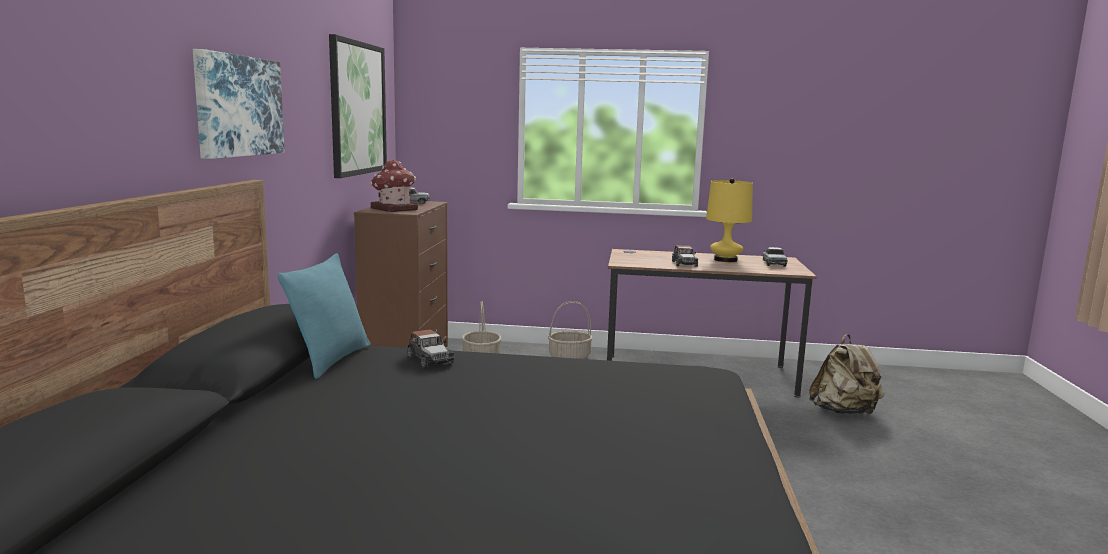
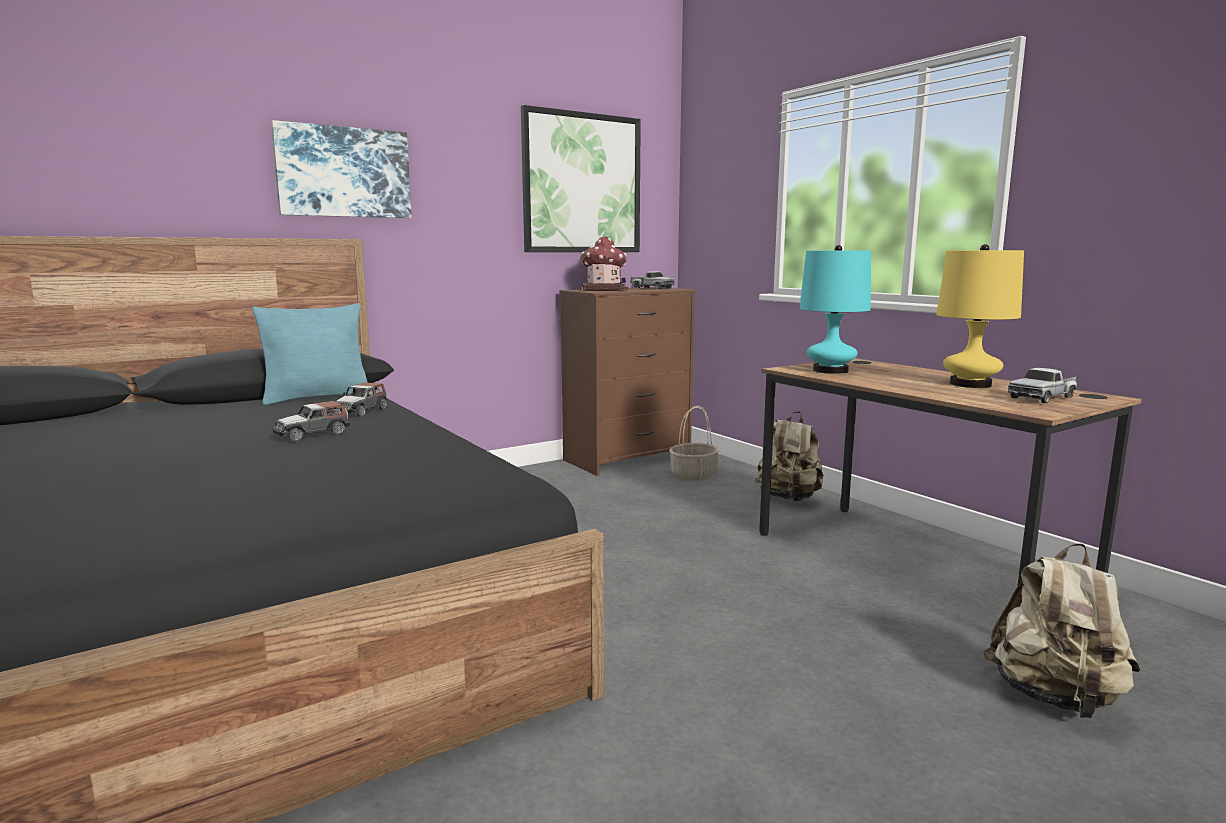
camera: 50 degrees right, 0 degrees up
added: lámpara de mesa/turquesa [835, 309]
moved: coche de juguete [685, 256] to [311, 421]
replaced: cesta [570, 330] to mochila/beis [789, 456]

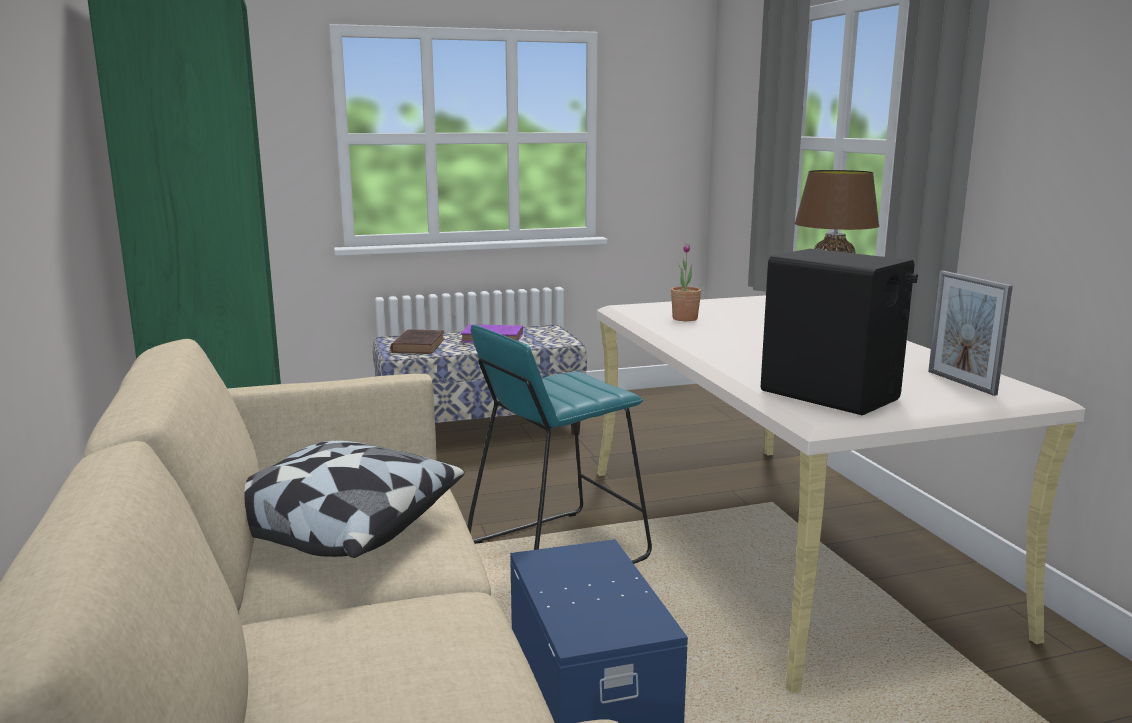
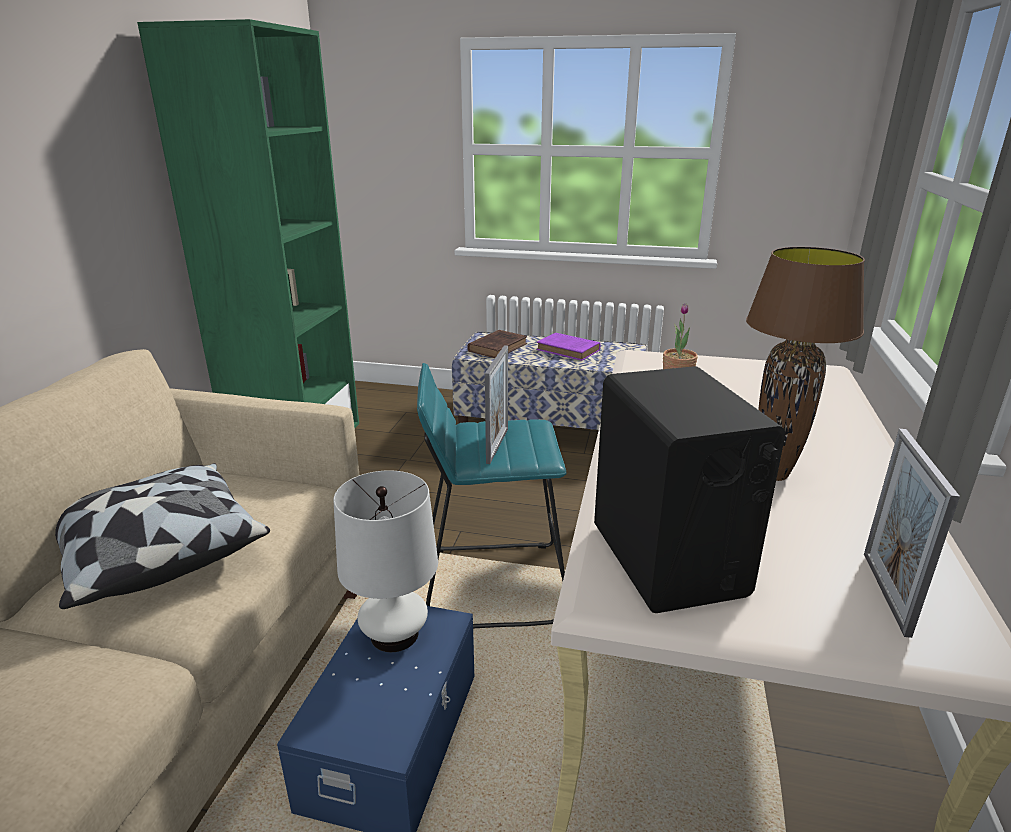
camera: 30 degrees right, 10 degrees up
added: lámpara de mesa/blanco [385, 561]; portarretratos [496, 404]

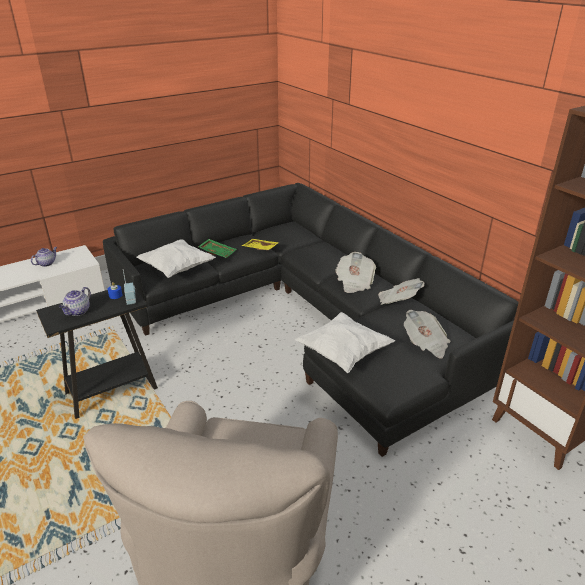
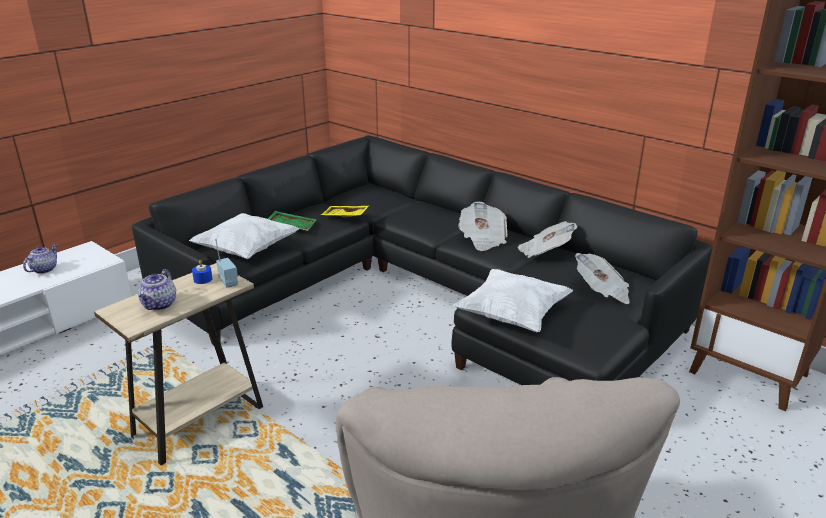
camera: 15 degrees left, 5 degrees down
recoloured: mesa auxiliar/negro [97, 352] to mesa auxiliar/beis [178, 364]

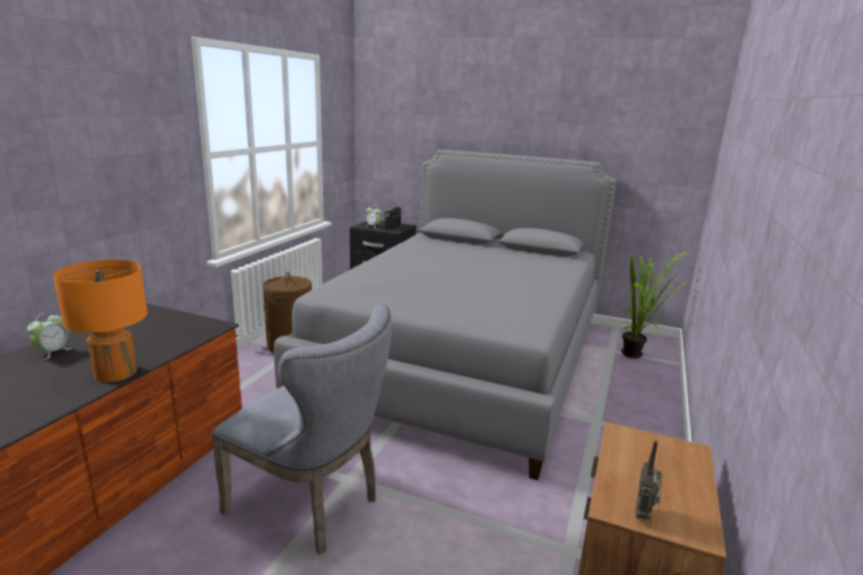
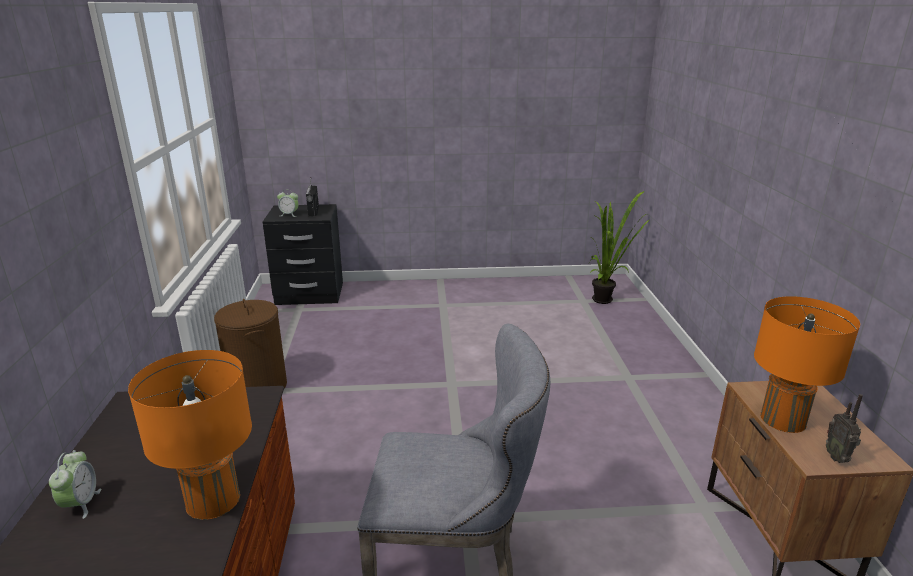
camera: 25 degrees left, 5 degrees up
removed: cama/gris [445, 315]
added: lámpara de mesa/naranja [807, 364]

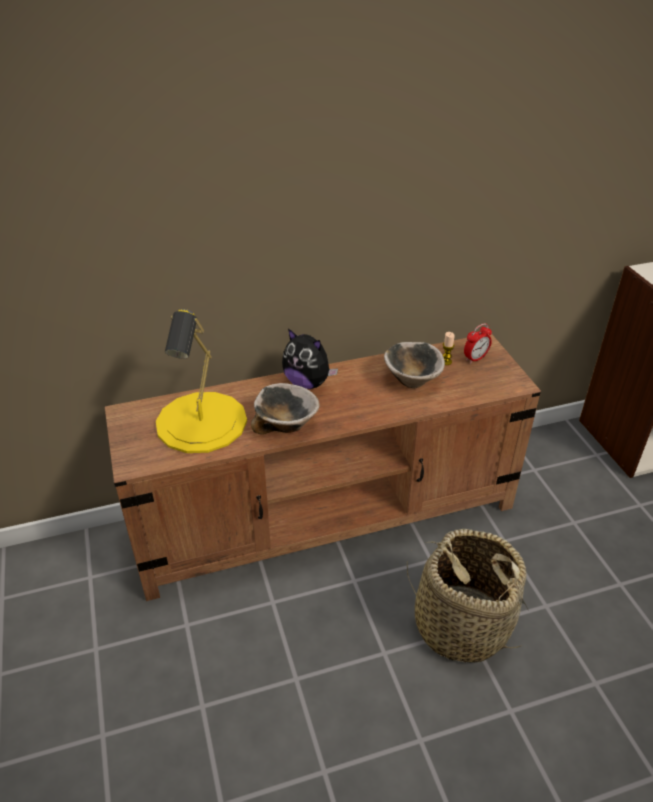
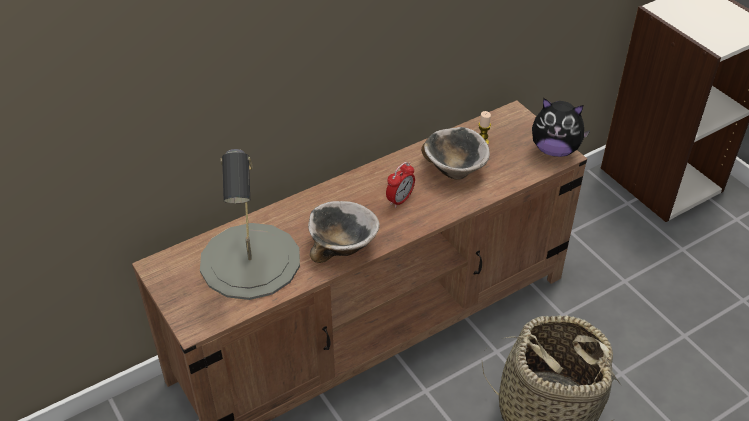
camera: 15 degrees left, 5 degrees up
moved: despertador [478, 343] to [400, 185]; peluche [310, 359] to [561, 127]
recoloured: lámpara de mesa/amarillo [201, 381] to lámpara de mesa/gris [250, 224]

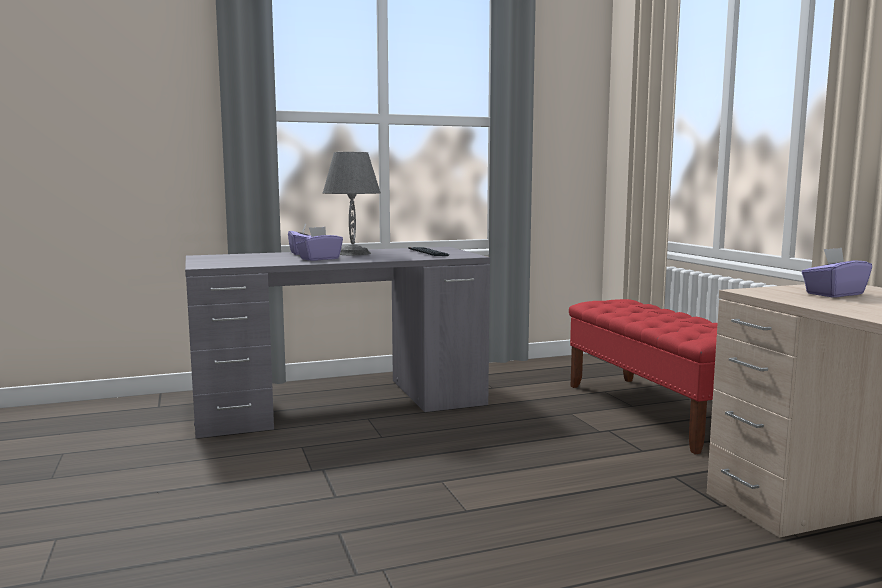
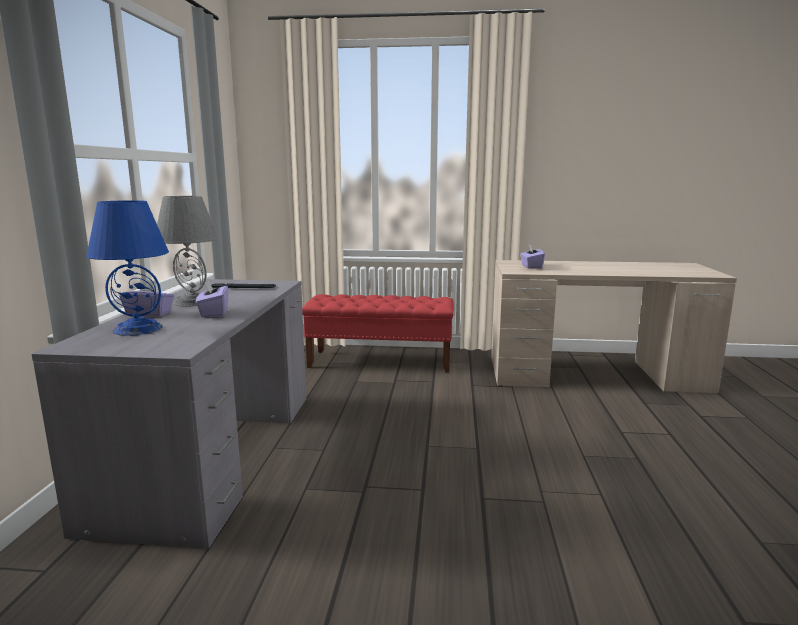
camera: 65 degrees left, 5 degrees up
added: lámpara de mesa/azul [127, 268]

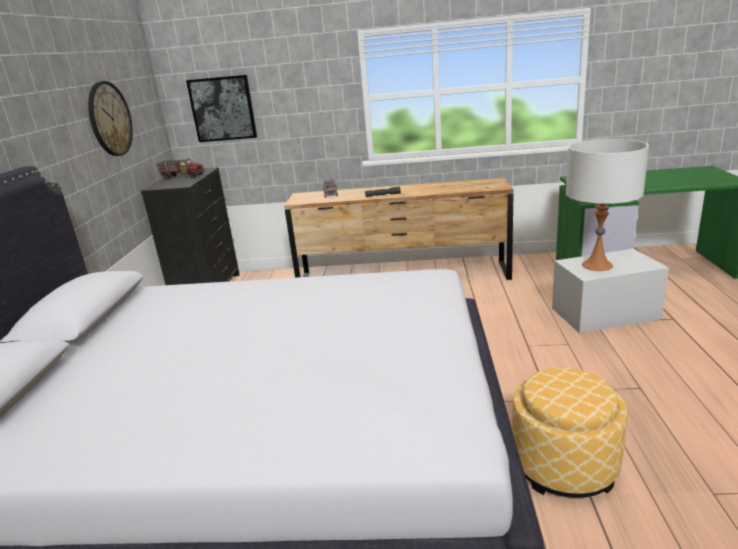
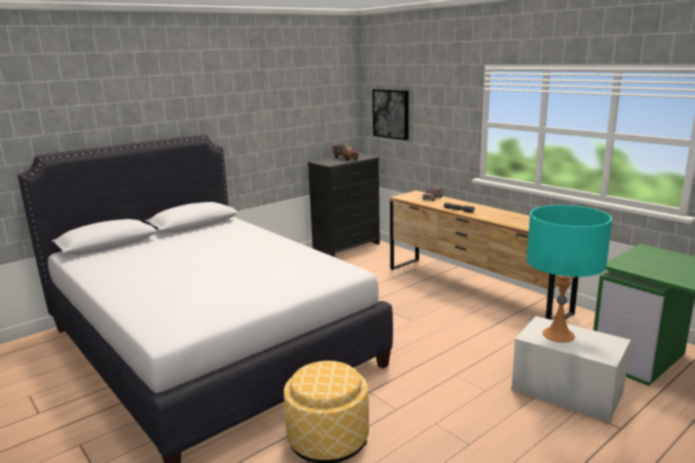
camera: 45 degrees right, 5 degrees down
removed: reloj de pared [110, 118]
recoloured: lámpara de mesa/blanco [607, 205] to lámpara de mesa/turquesa [569, 274]

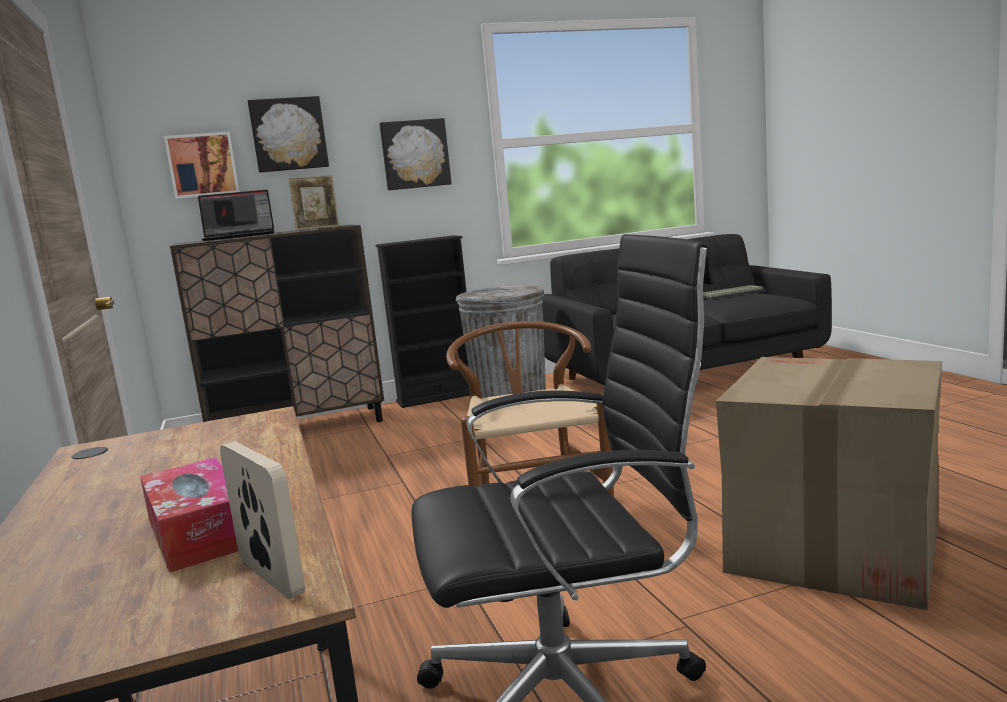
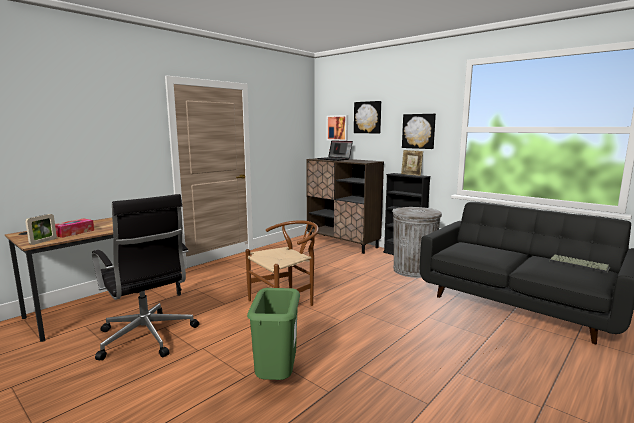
camera: 60 degrees right, 0 degrees up
moved: portarretratos [313, 203] to [412, 163]
replaced: caja de cartón [829, 483] to papelera/verde [273, 334]

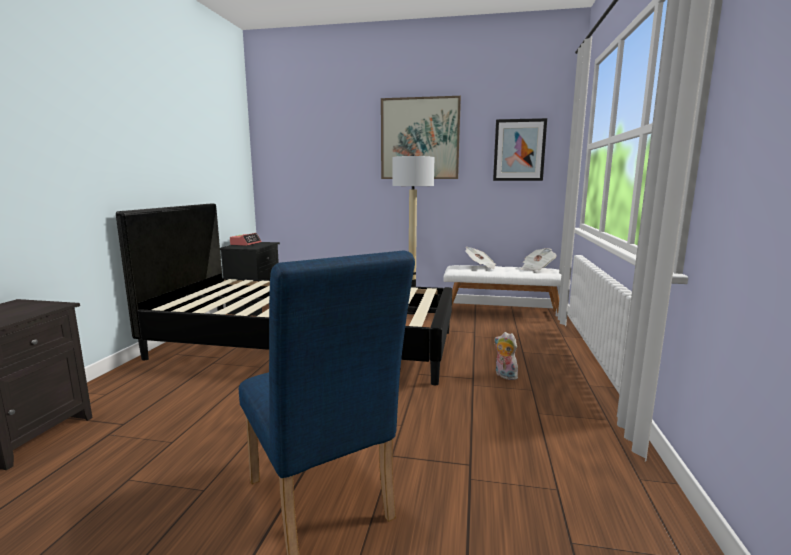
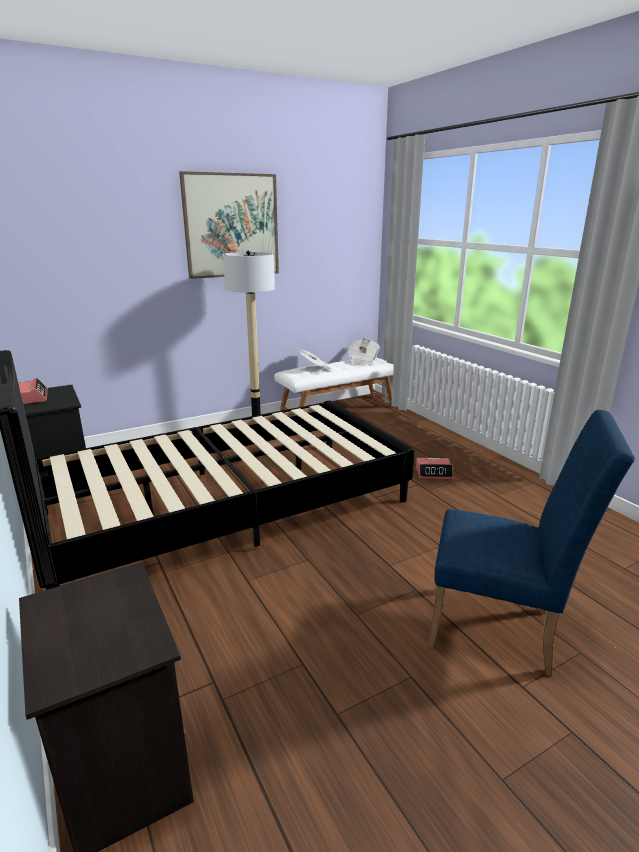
camera: 40 degrees left, 10 degrees up
removed: cuadro [520, 149]
replaced: peluche [506, 356] to despertador [434, 468]

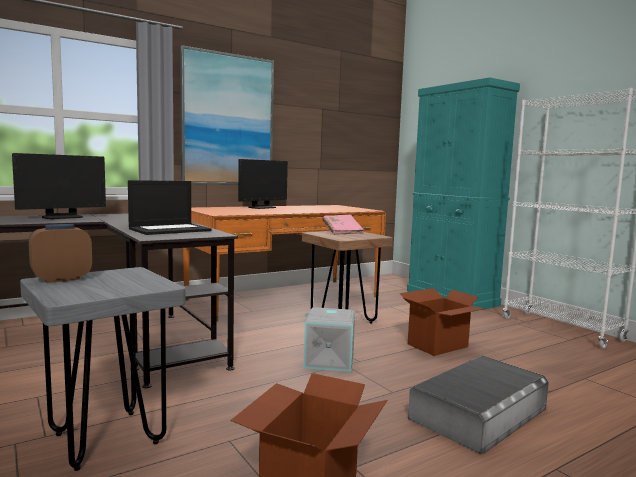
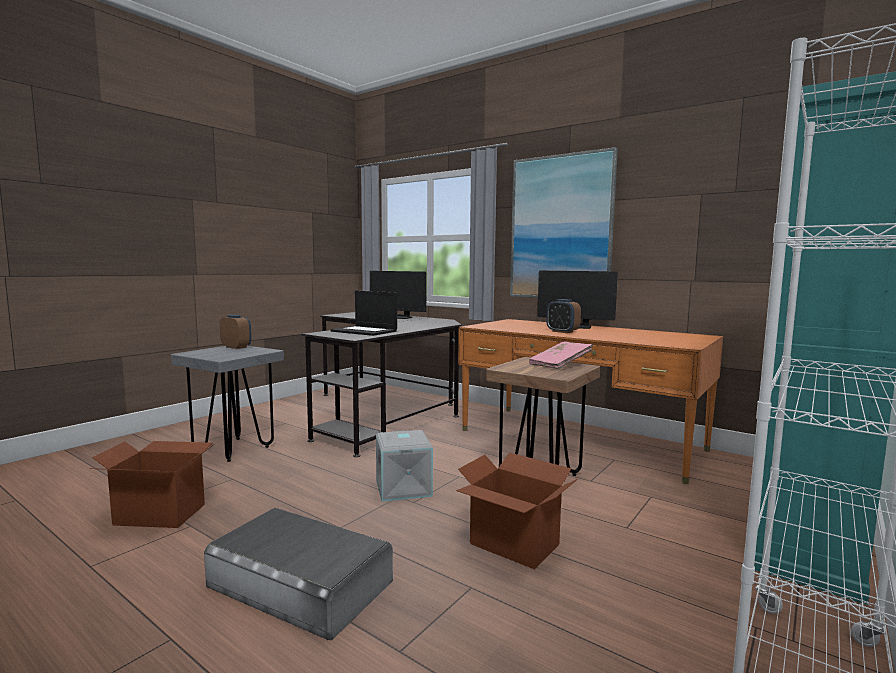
camera: 70 degrees right, 0 degrees up
added: despertador [563, 316]

